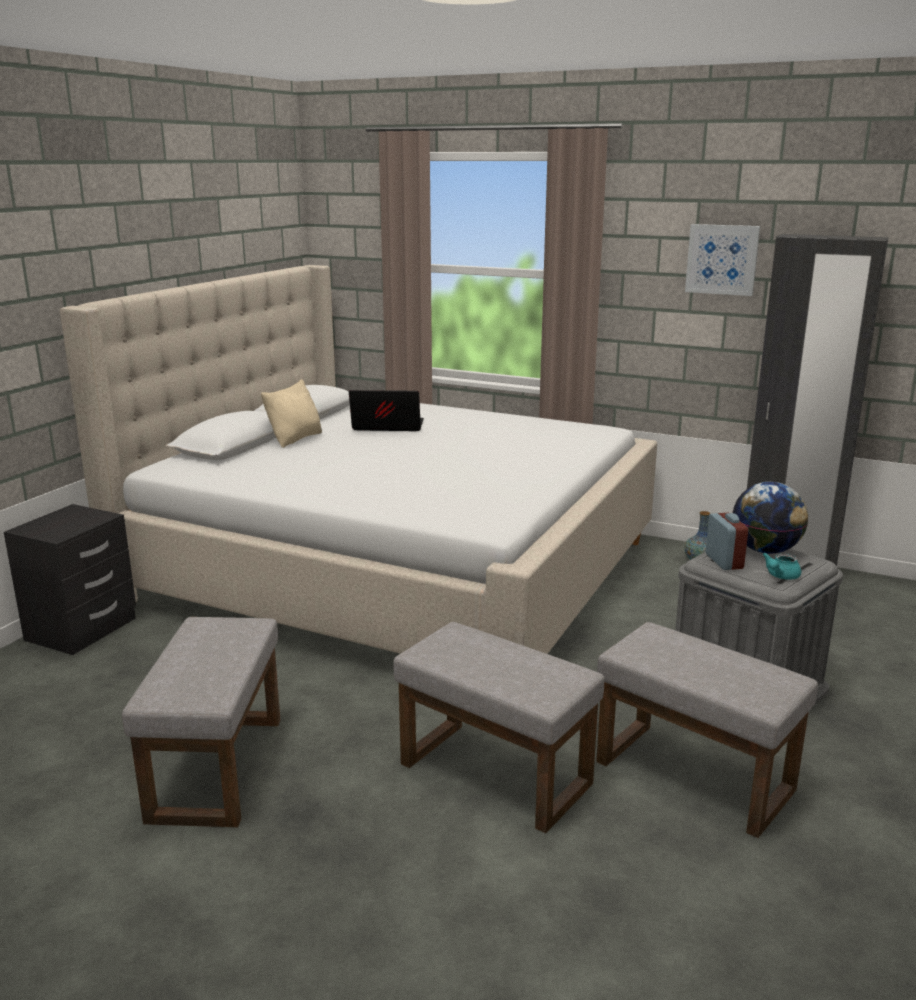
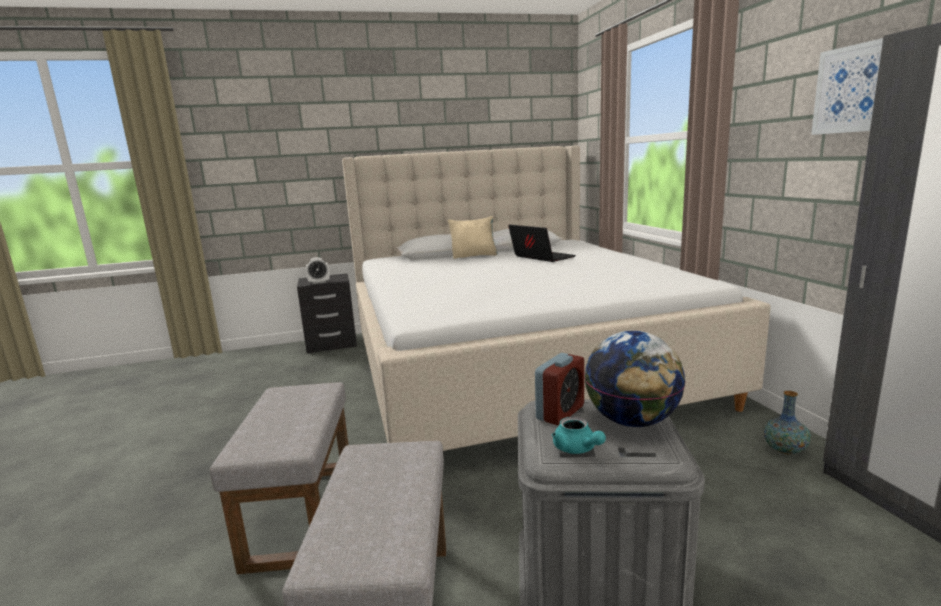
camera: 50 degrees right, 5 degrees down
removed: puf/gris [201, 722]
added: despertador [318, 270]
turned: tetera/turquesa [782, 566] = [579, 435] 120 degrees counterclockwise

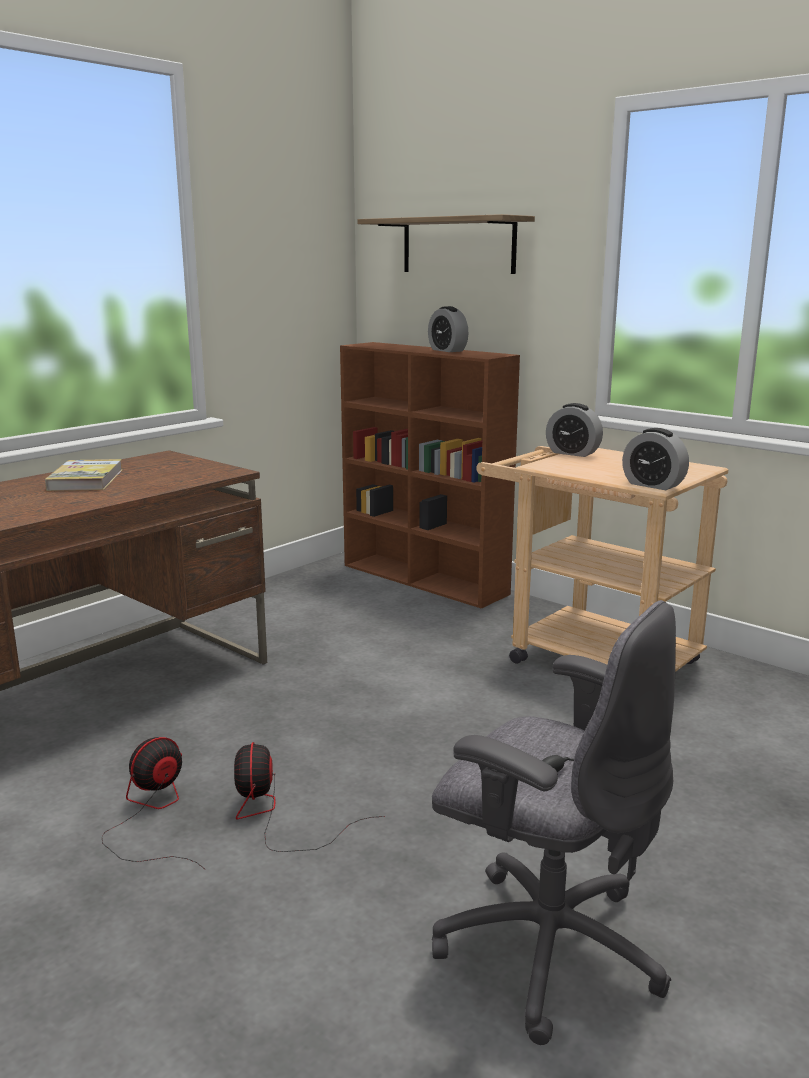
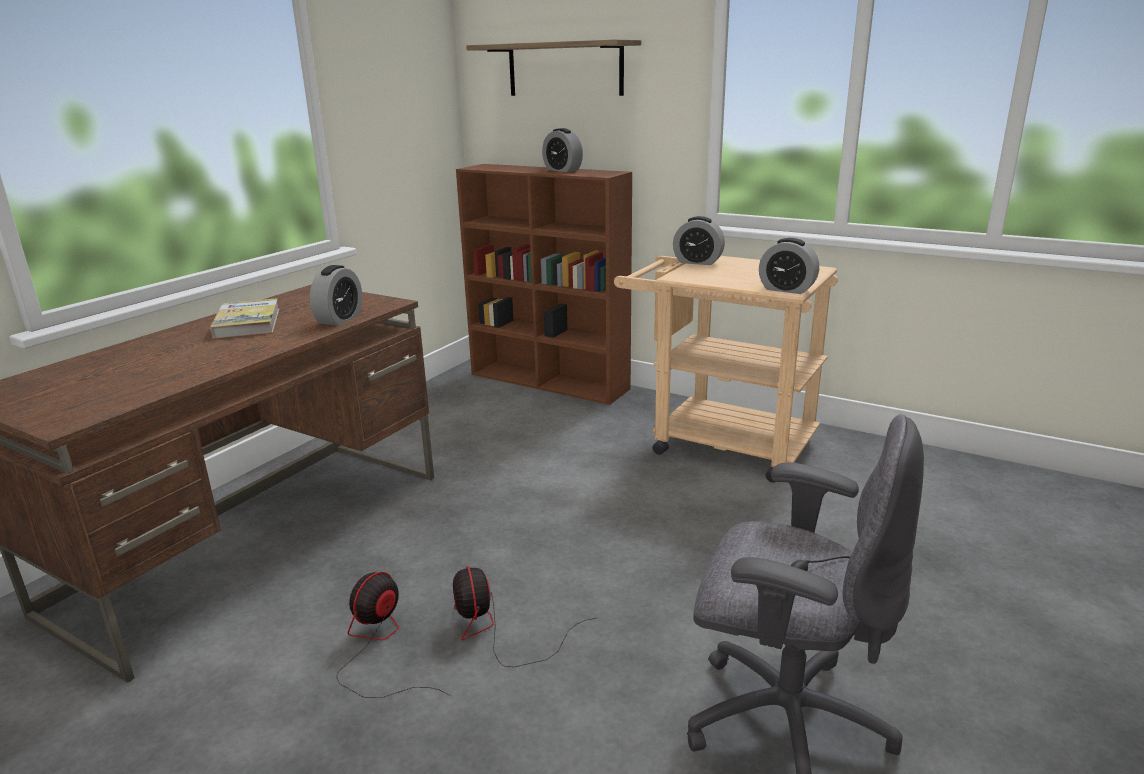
camera: 10 degrees left, 5 degrees up
added: despertador [336, 295]

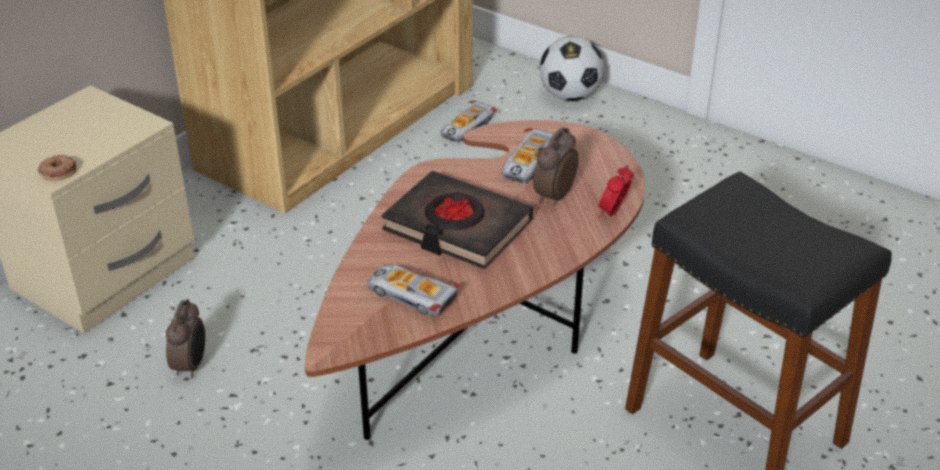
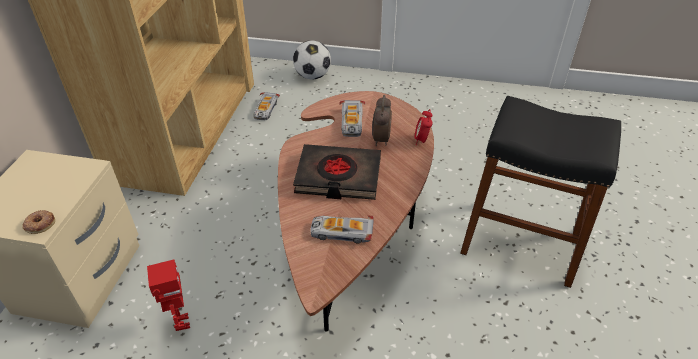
camera: 25 degrees left, 5 degrees up
replaced: despertador [185, 338] to robot de juguete [168, 295]

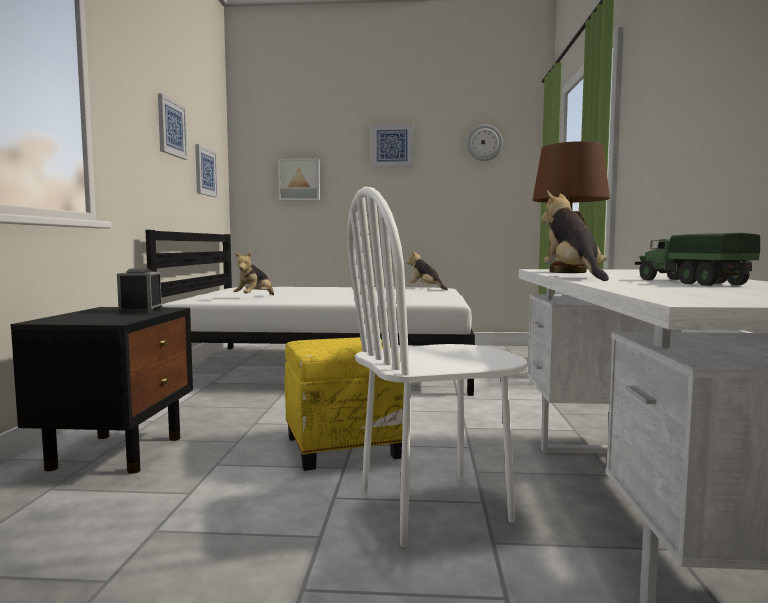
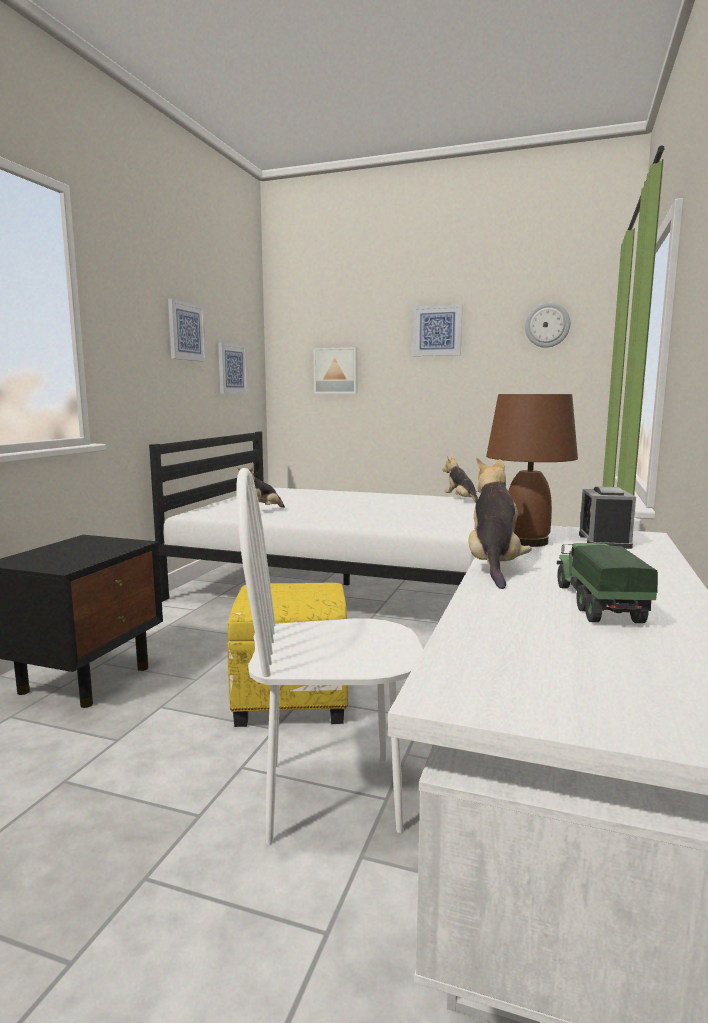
camera: 15 degrees right, 5 degrees up
moved: despertador [139, 291] to [607, 518]

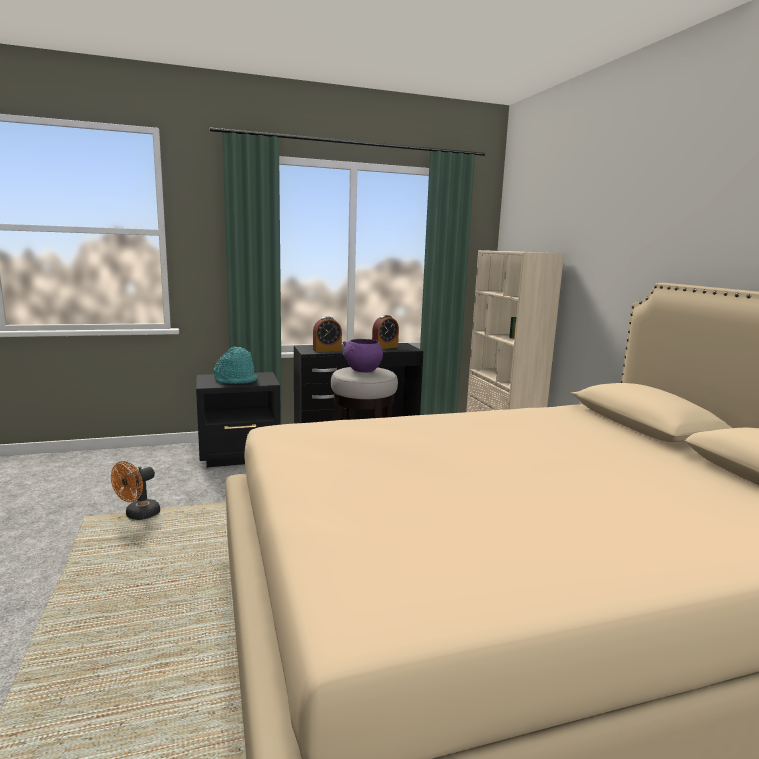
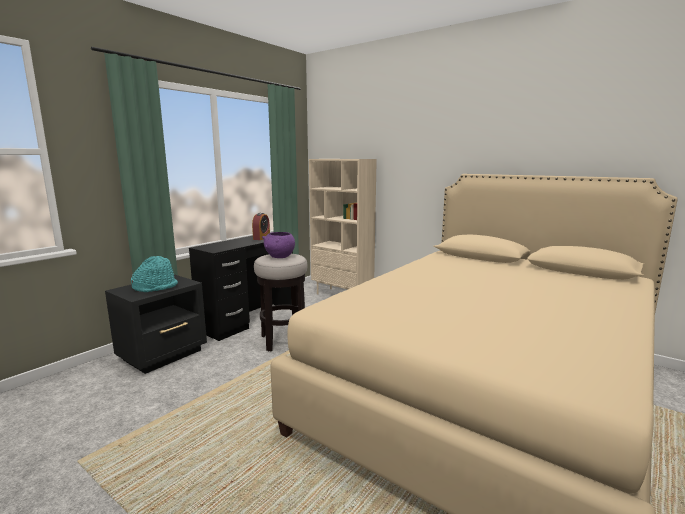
camera: 35 degrees left, 0 degrees up
removed: ventilador/naranja [135, 490]; despertador [327, 334]

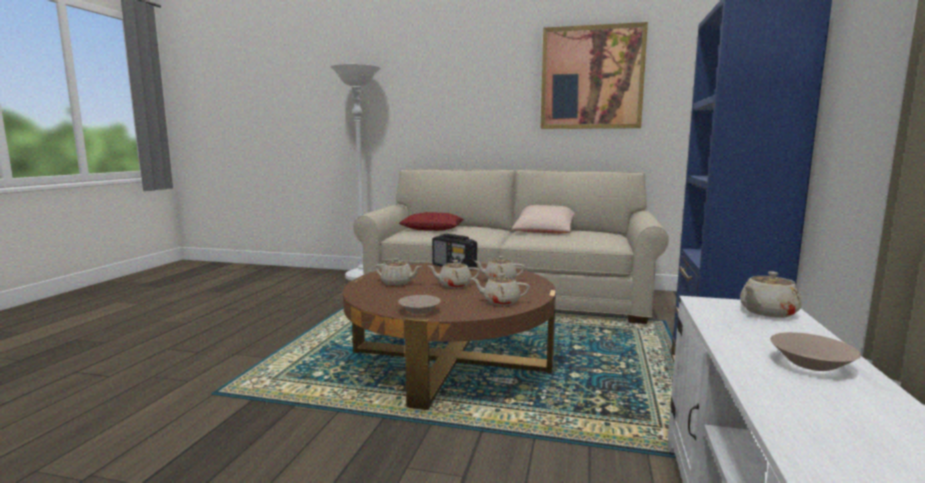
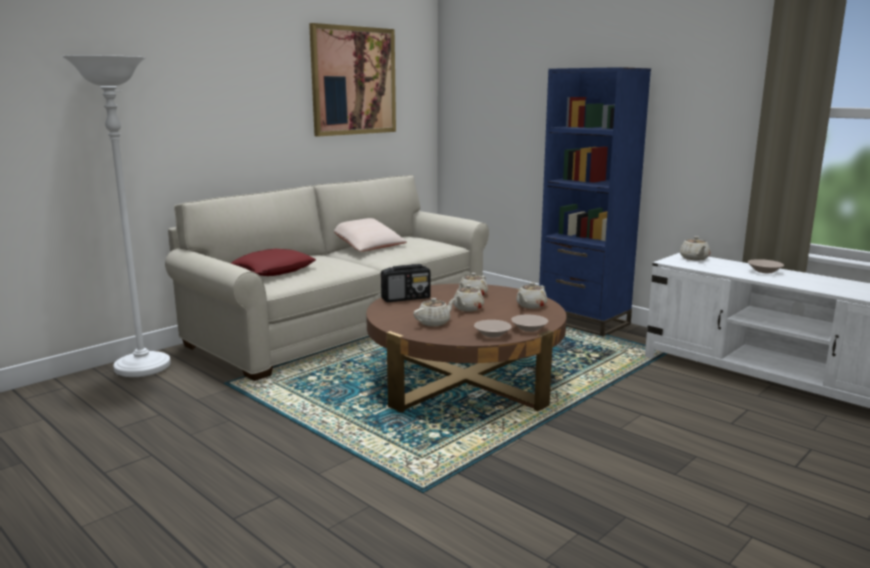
camera: 60 degrees left, 5 degrees up
added: cuenco/beis [493, 329]

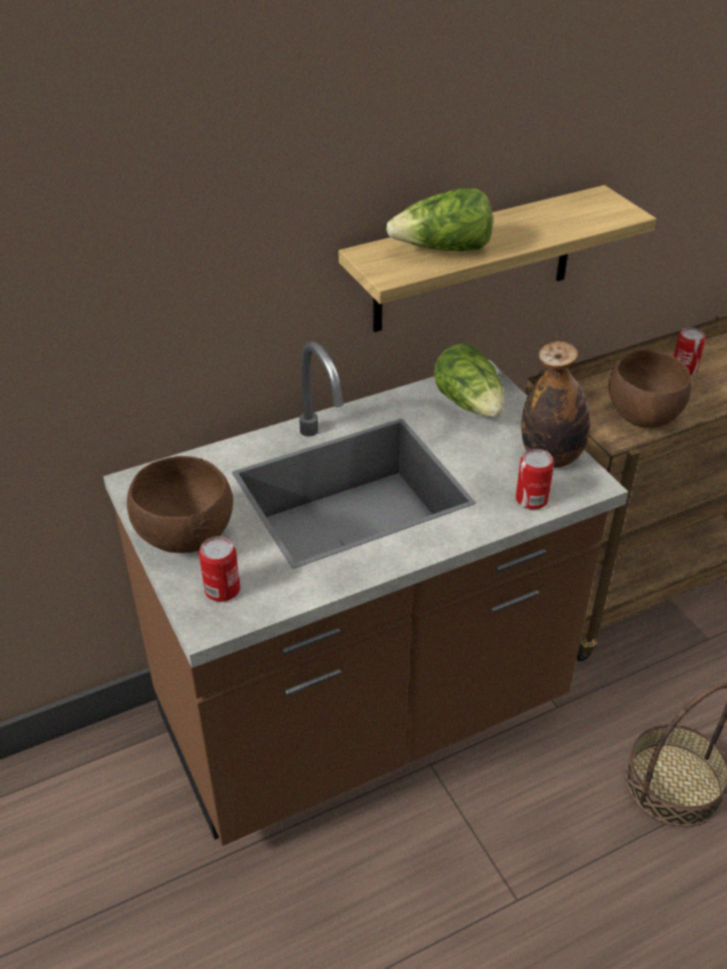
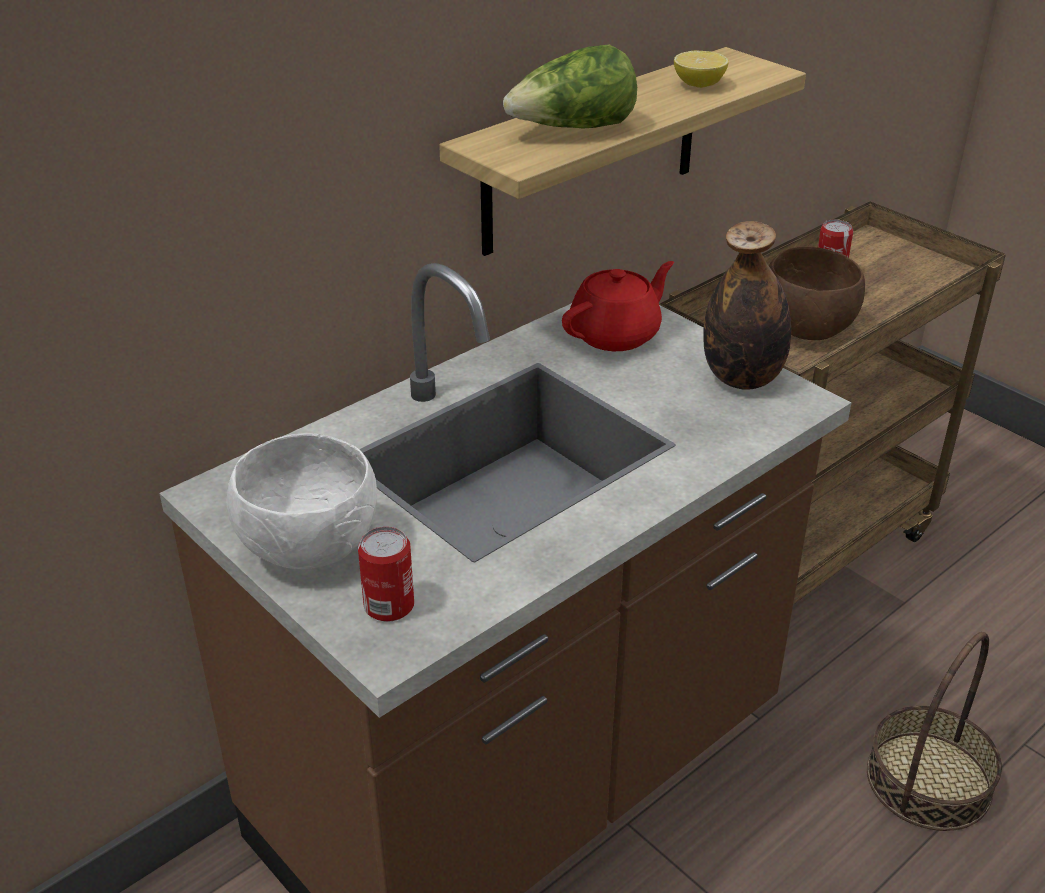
camera: 15 degrees left, 5 degrees down
removed: lata [535, 479]
added: limón [701, 69]
replaced: lechuga [469, 381] to tetera/rojo [618, 306]
recoloured: cuenco/marrón [180, 504] to cuenco/blanco [301, 501]

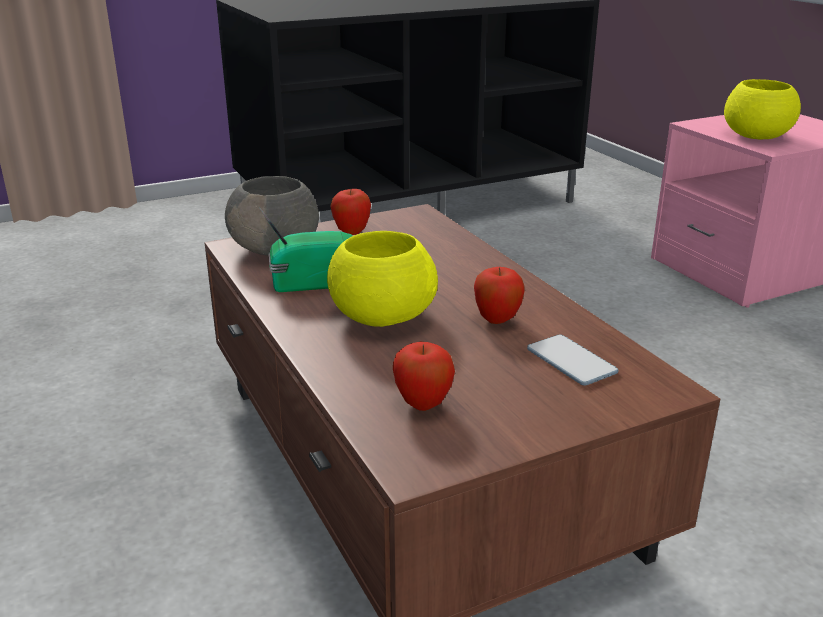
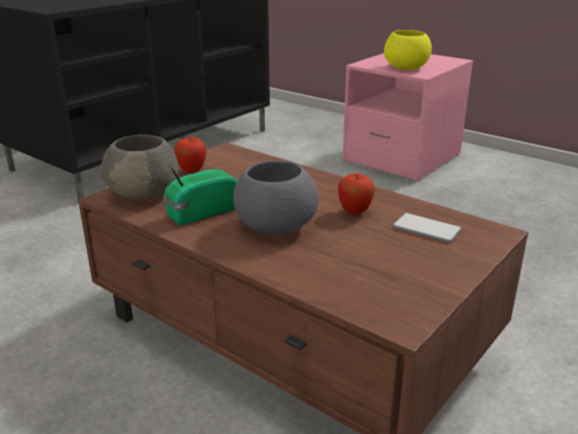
camera: 25 degrees left, 0 degrees up
removed: manzana [424, 376]
recoloured: cuenco/amarillo [382, 279] to cuenco/gris [276, 198]

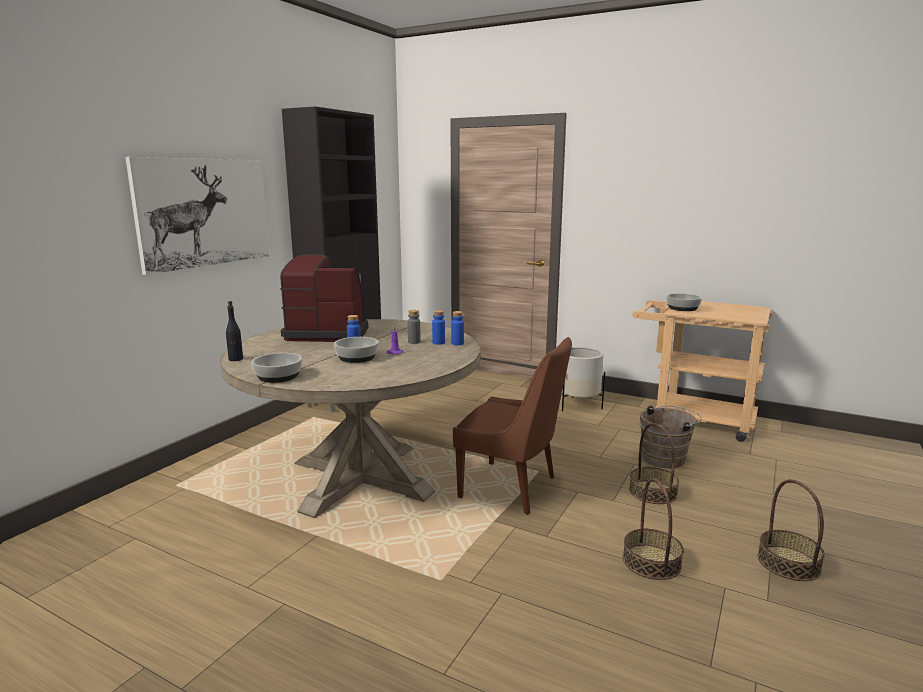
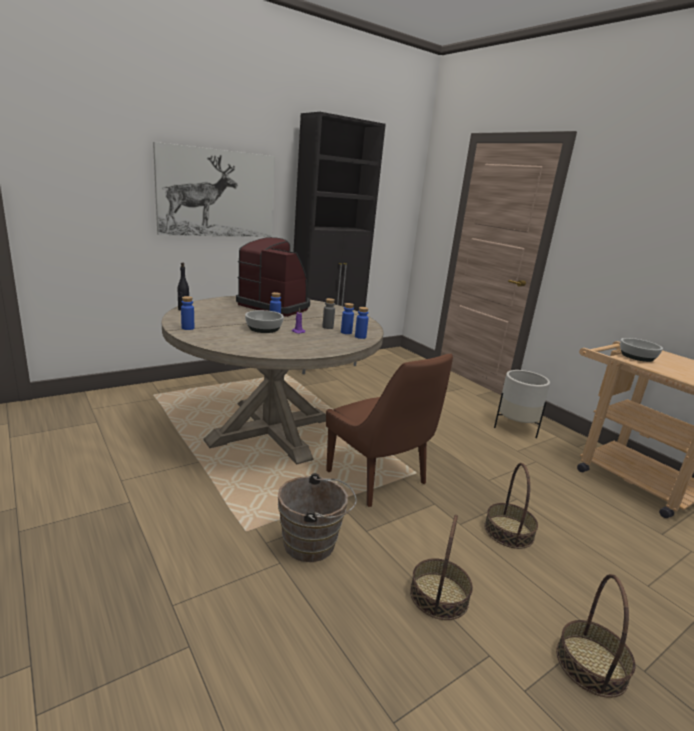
camera: 25 degrees right, 5 degrees up
moved: cubo/marrón [670, 437] to [317, 517]
replaced: cuenco [276, 368] to botella/azul [187, 313]

